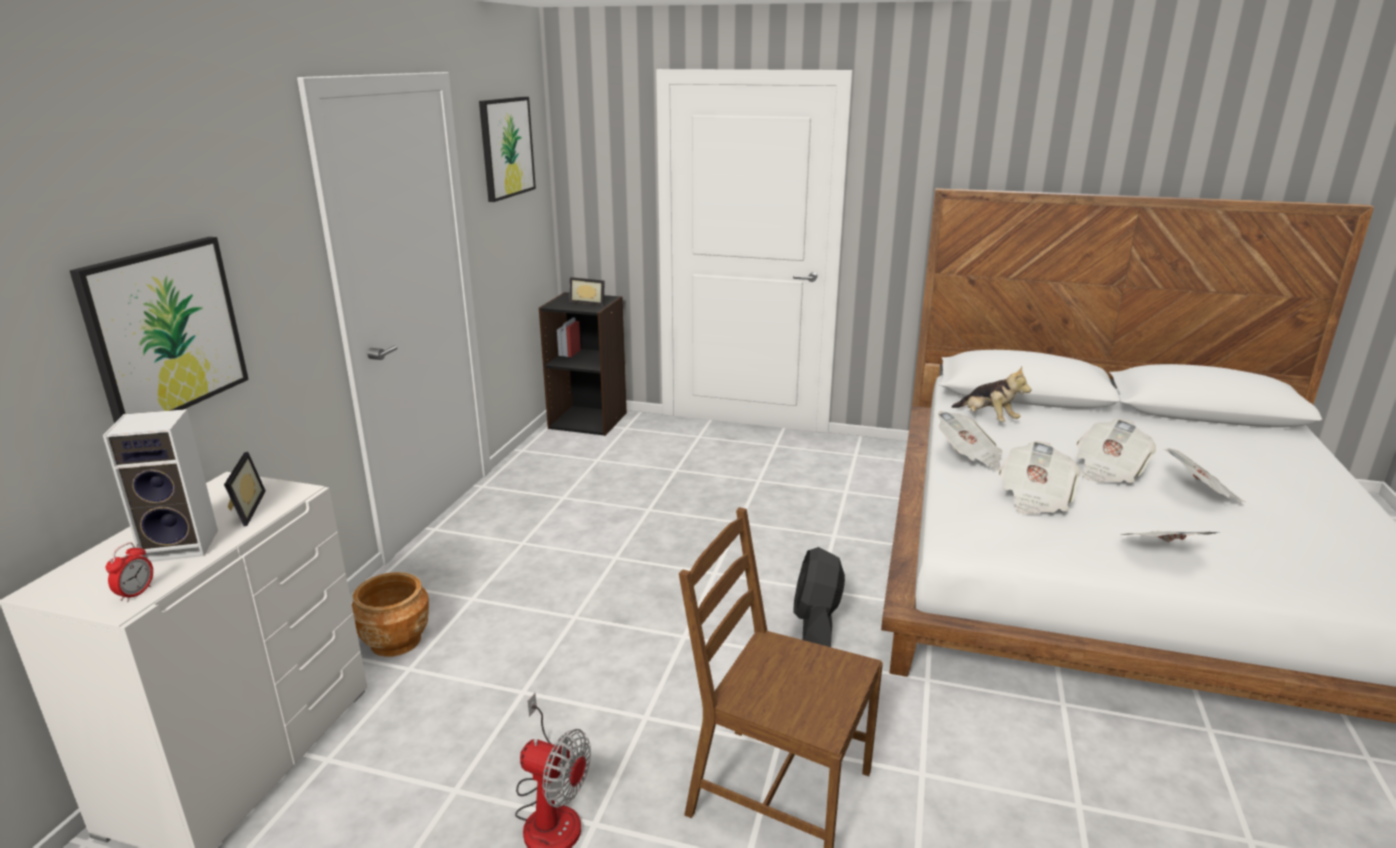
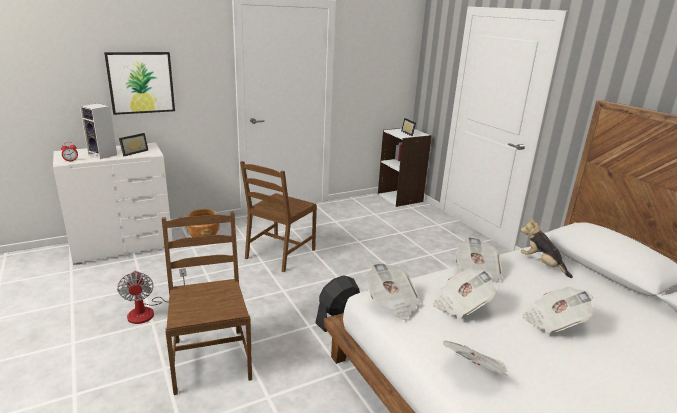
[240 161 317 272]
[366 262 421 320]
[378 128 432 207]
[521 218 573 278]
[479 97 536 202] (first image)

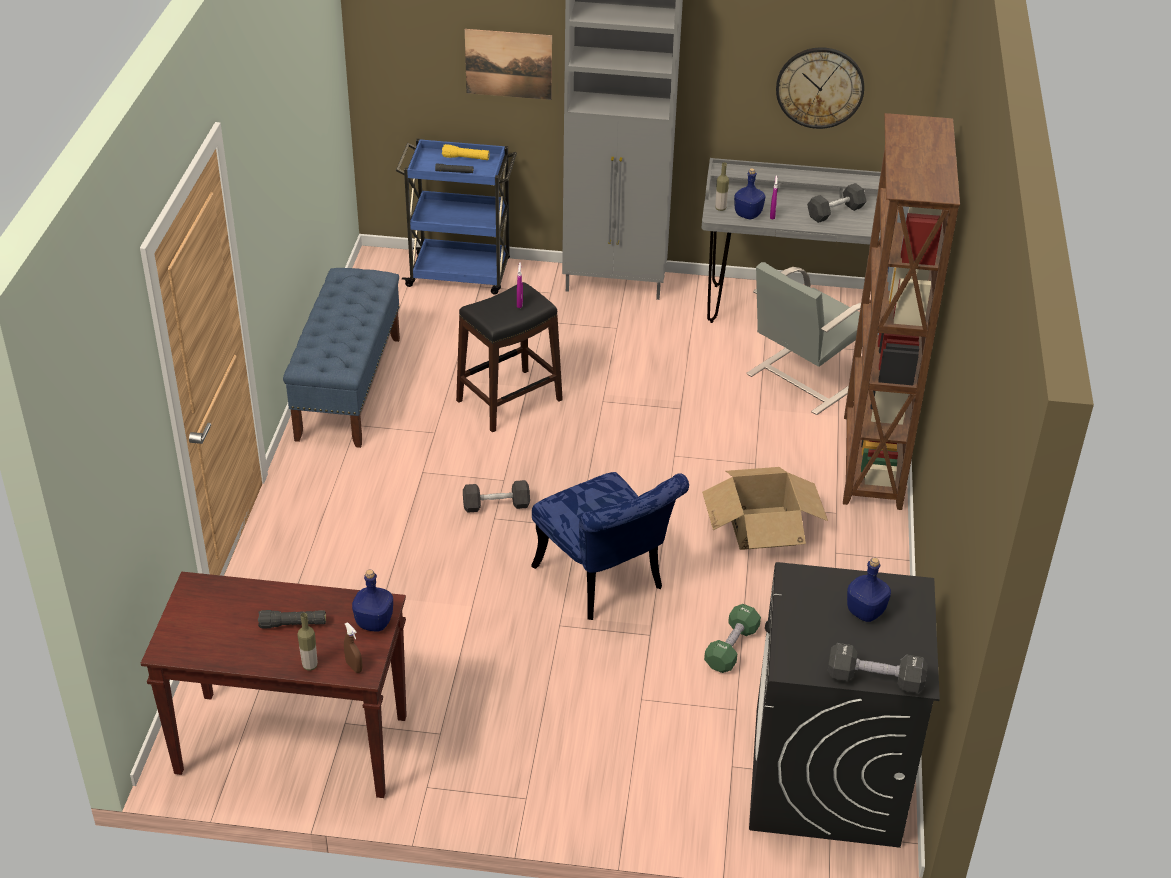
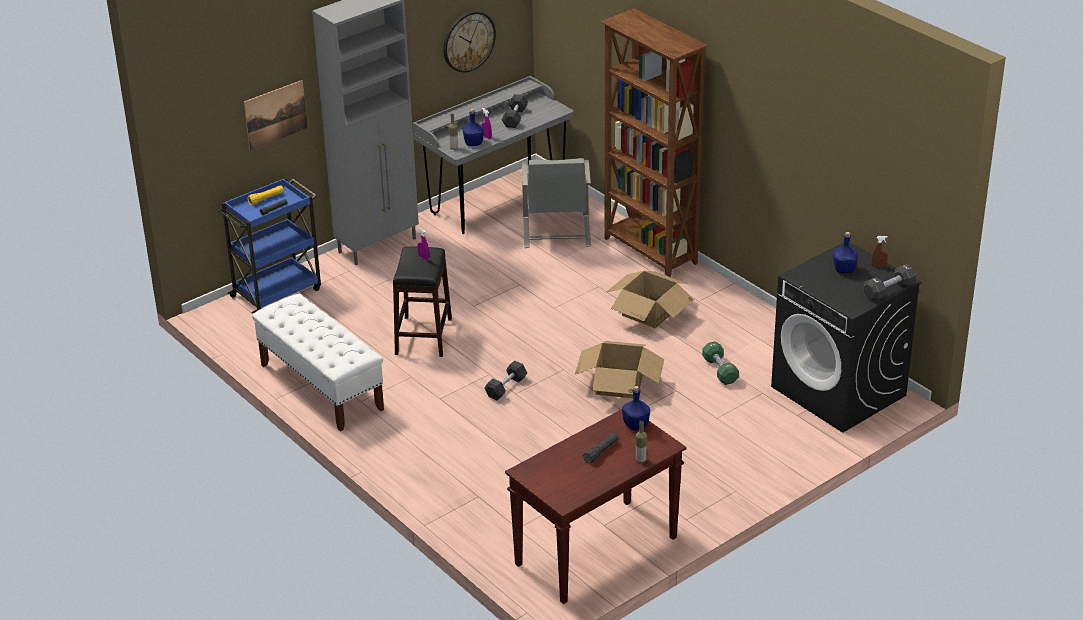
[252 294 384 431]
[575 341 664 398]
[871 236 888 267]

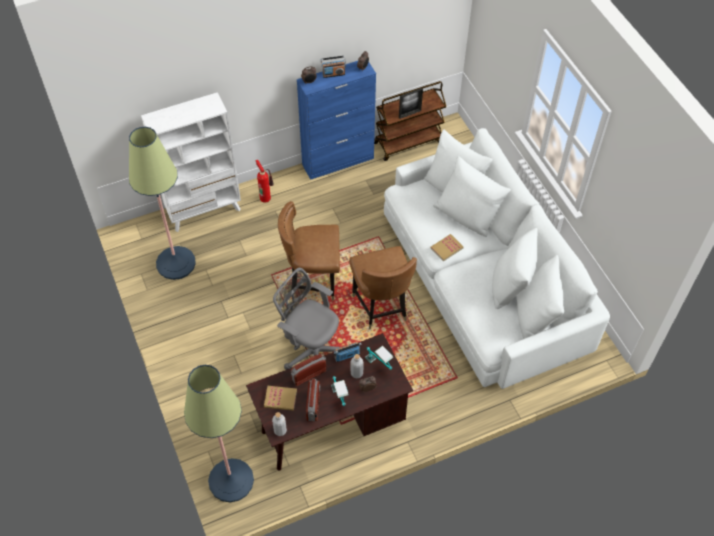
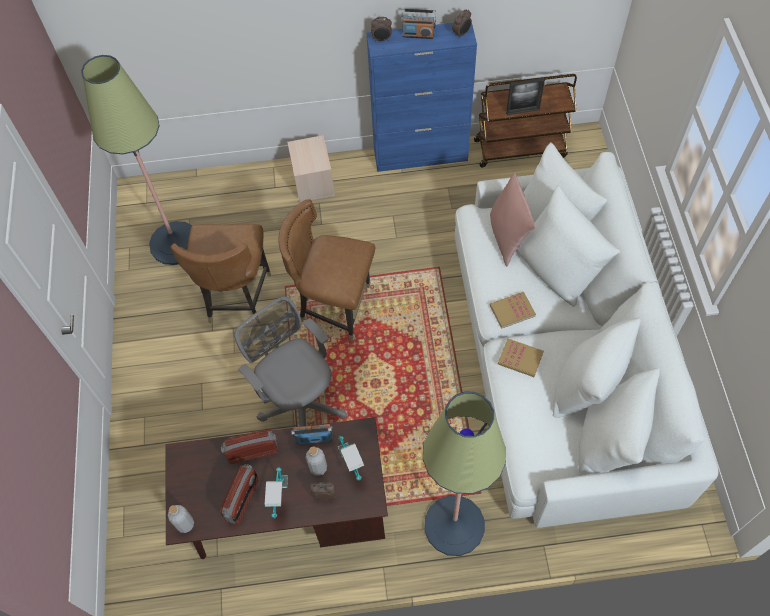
[170 224 271 323]
[287 135 335 203]
[423 391 506 556]
[490 172 536 266]
[498 338 544 377]
[141 92 241 232] (first image)

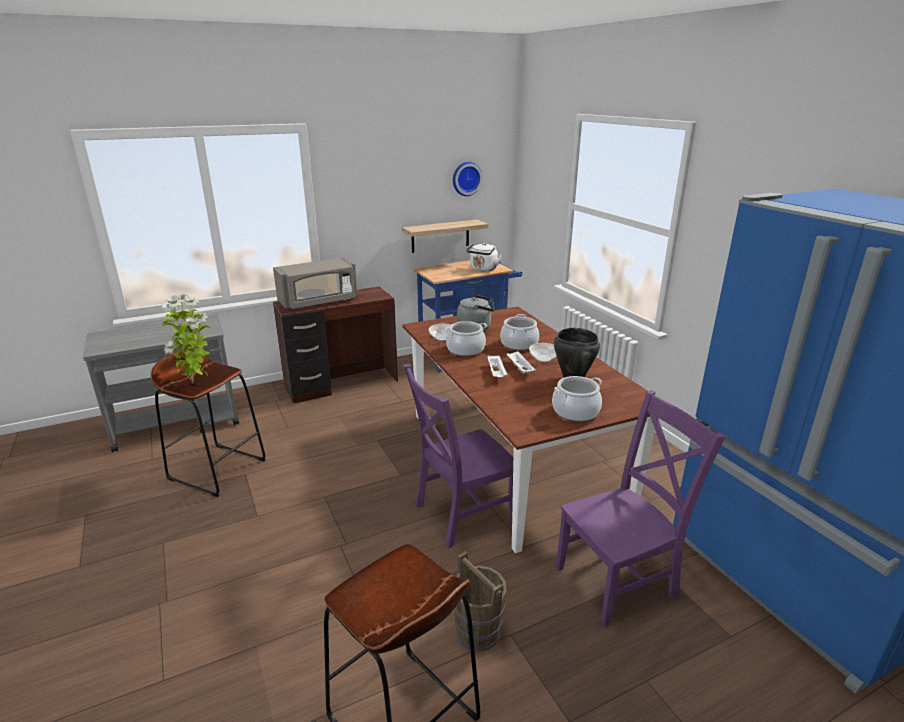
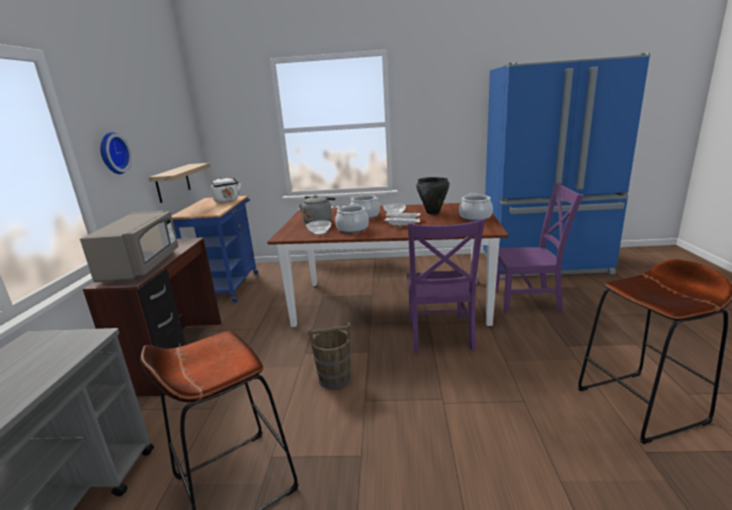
[100 132 132 174]
[307 322 352 389]
[495 183 584 313]
[162 294 211 383] (first image)

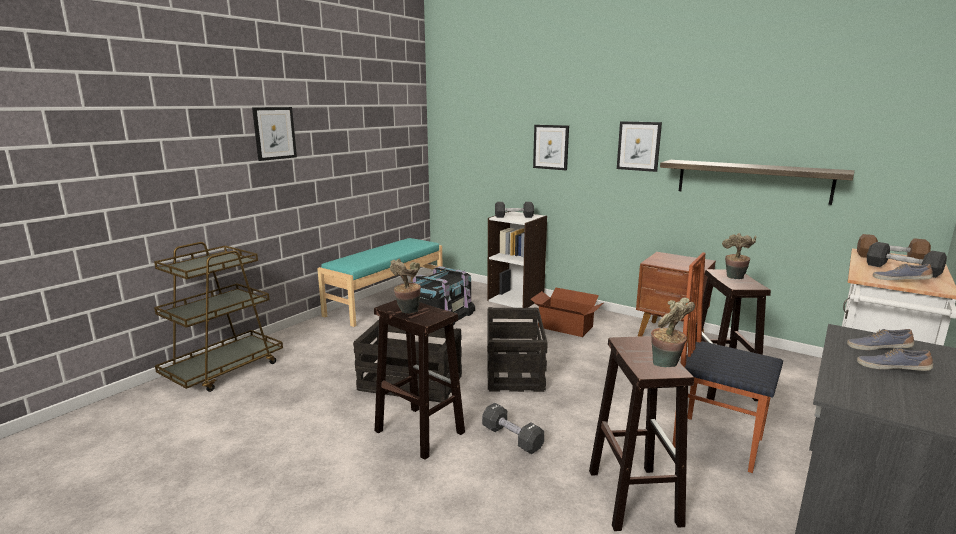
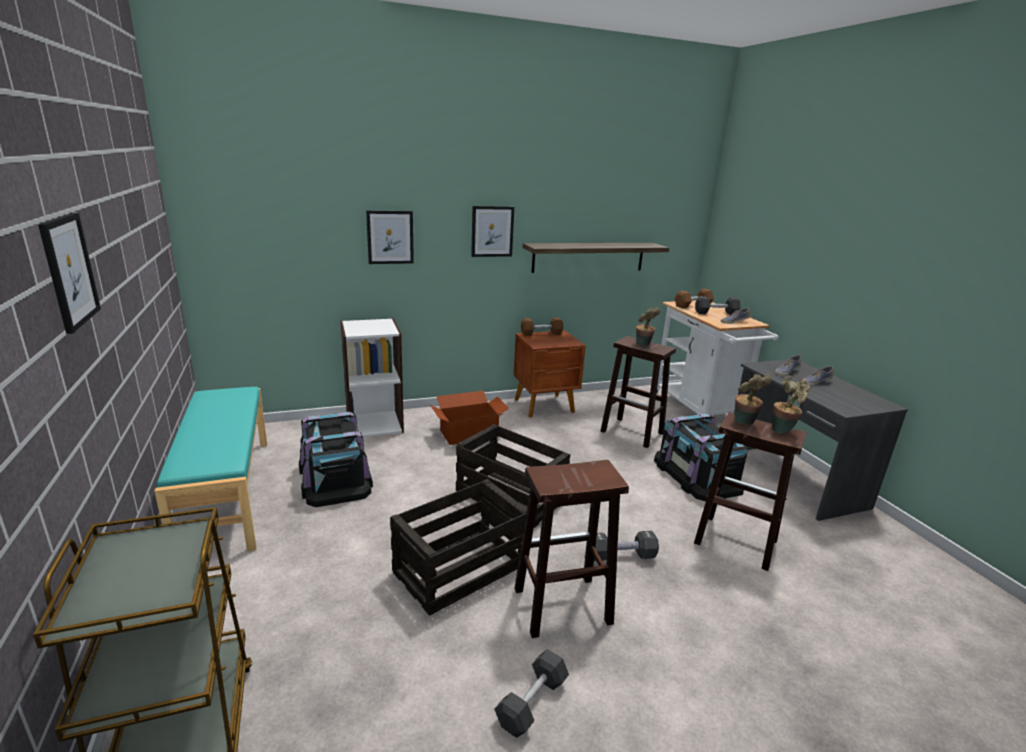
[494 649 569 738]
[521 318 563 336]
[654 413 748 501]
[734 374 772 425]

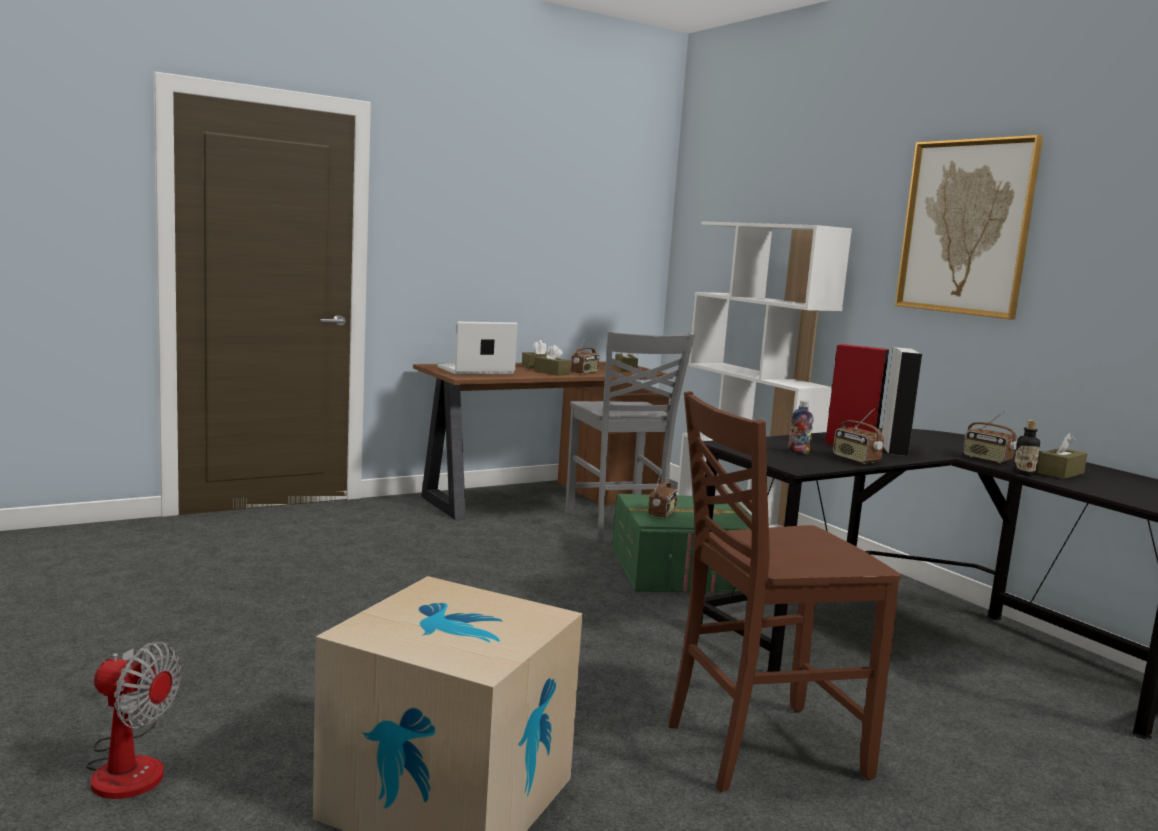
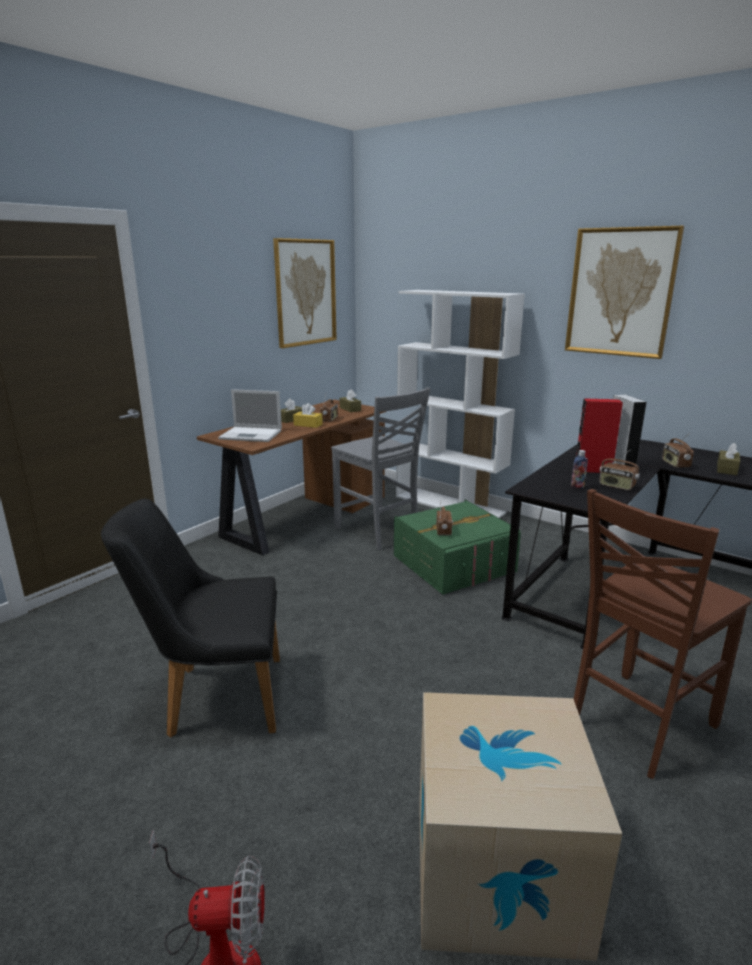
[101 499 280 738]
[218 389 282 442]
[273 238 337 348]
[293 403 323 428]
[662 432 694 468]
[1013 420 1040 476] (first image)

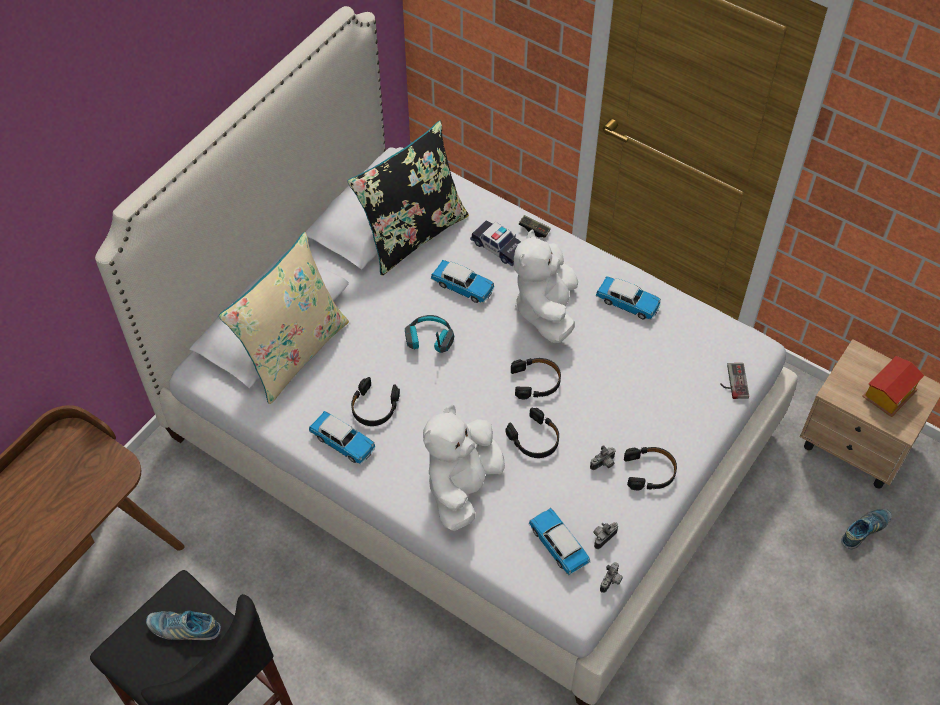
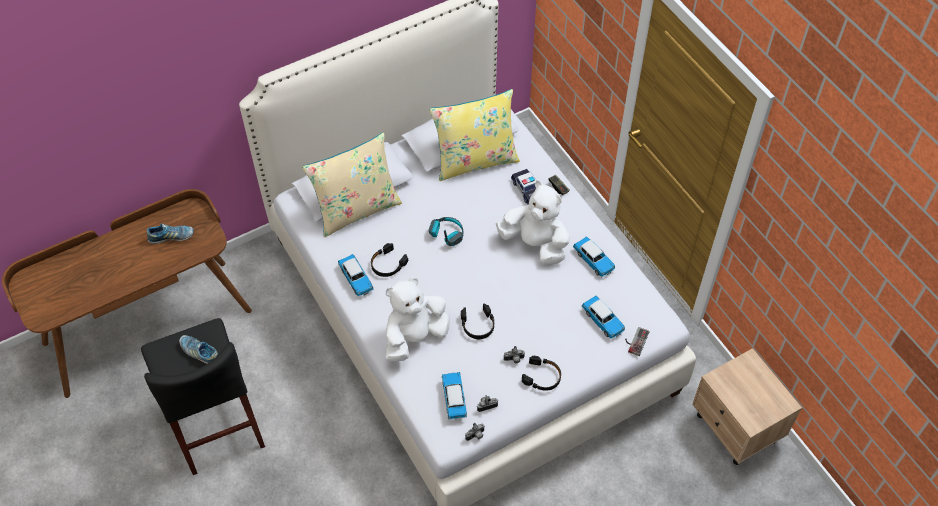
[147 223 194 244]
[429 89 520 181]
[496 181 570 265]
[582 295 625 339]
[511 358 561 399] (first image)
[862 356 925 417] (first image)

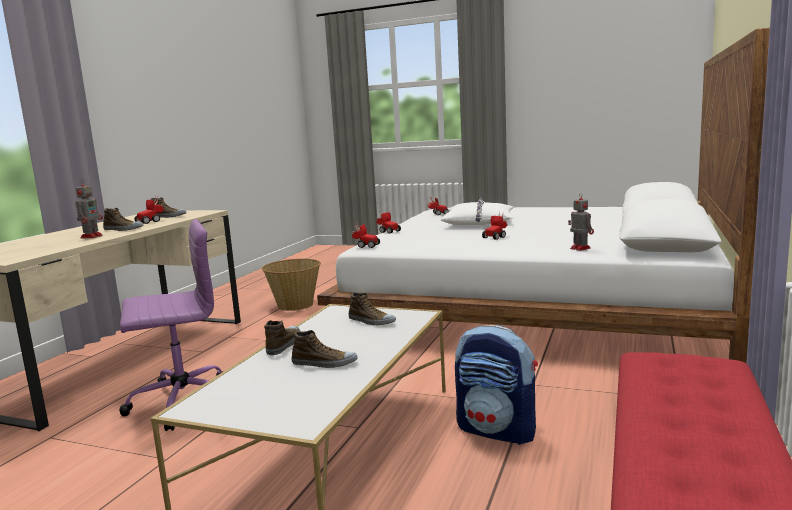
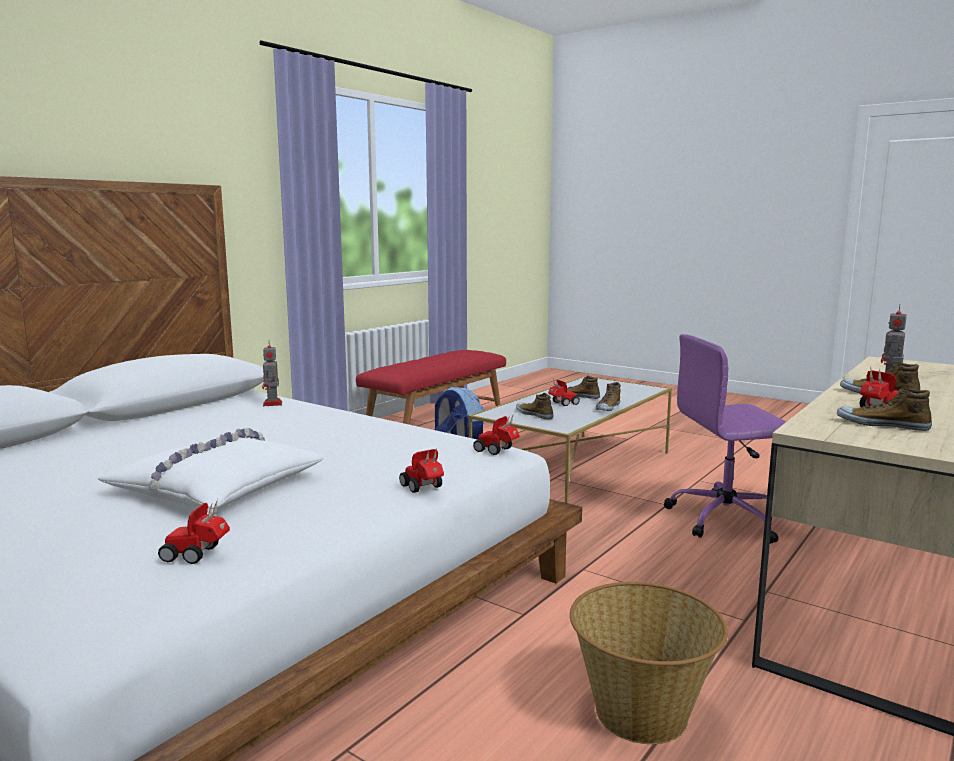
[548 379 580 406]

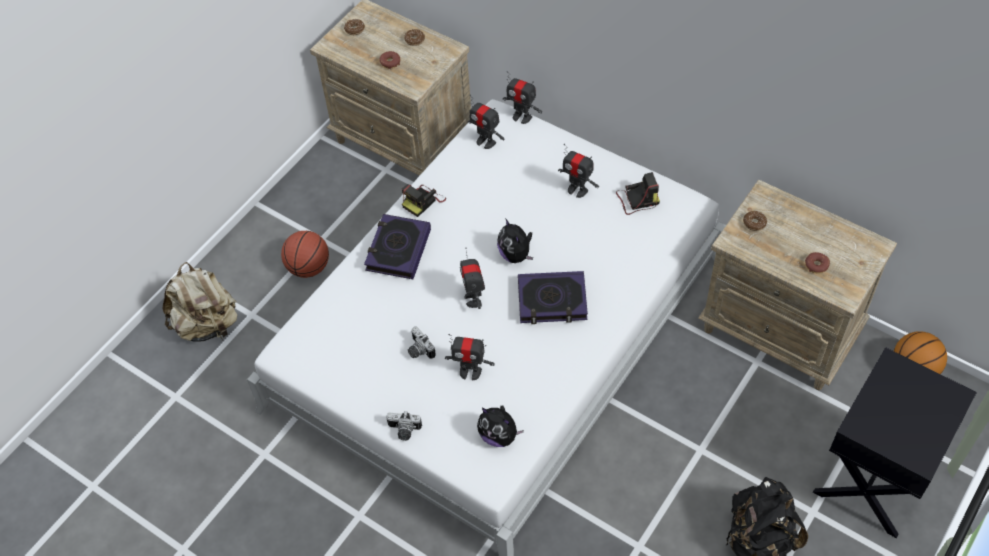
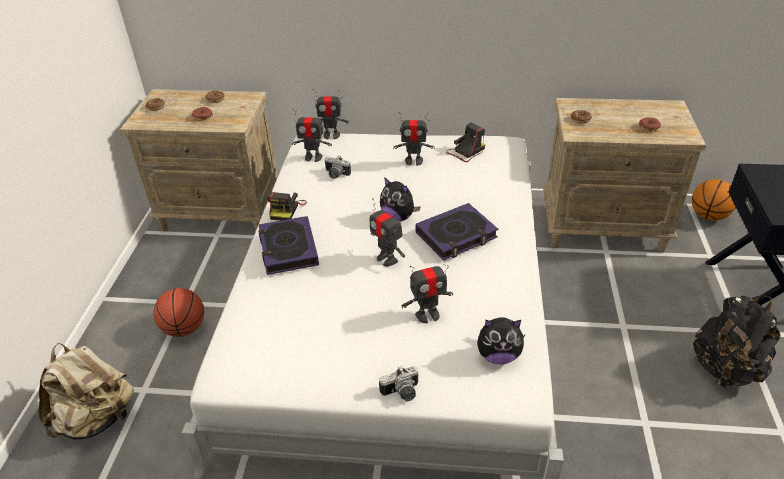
[324 156 351 179]

